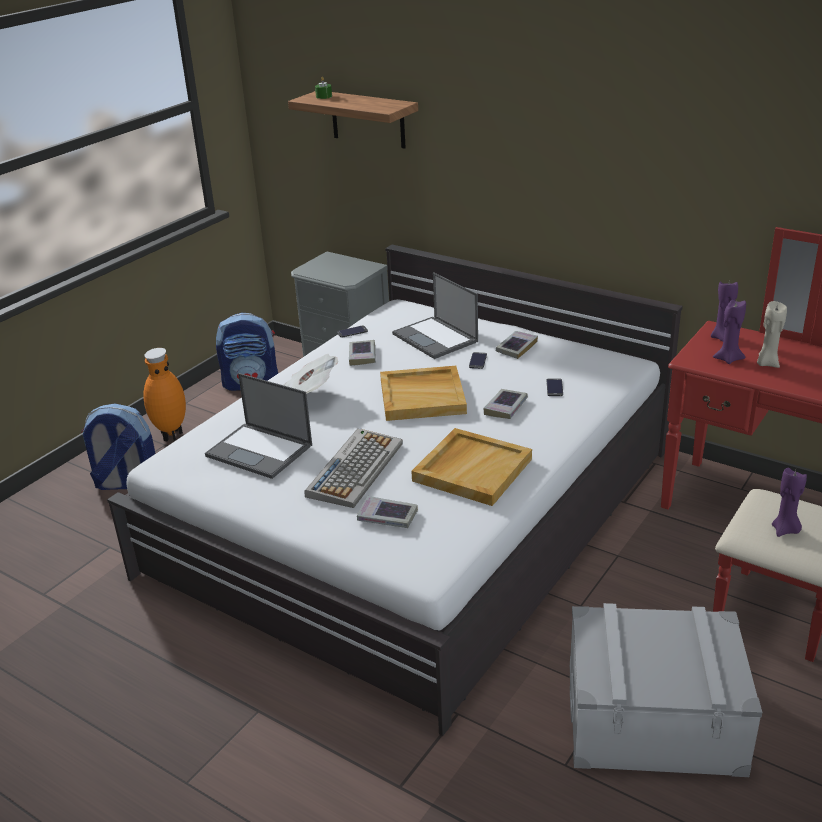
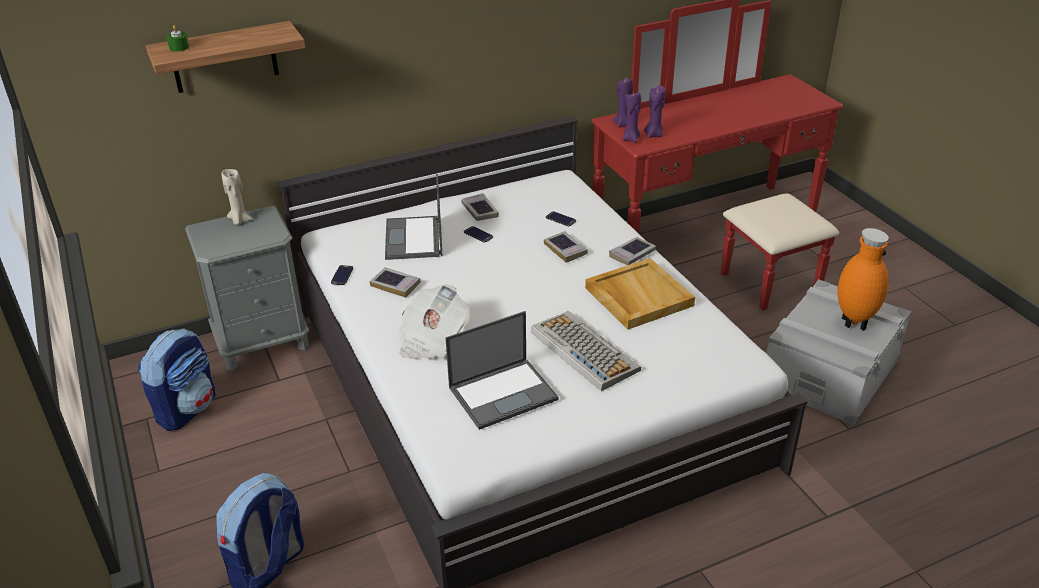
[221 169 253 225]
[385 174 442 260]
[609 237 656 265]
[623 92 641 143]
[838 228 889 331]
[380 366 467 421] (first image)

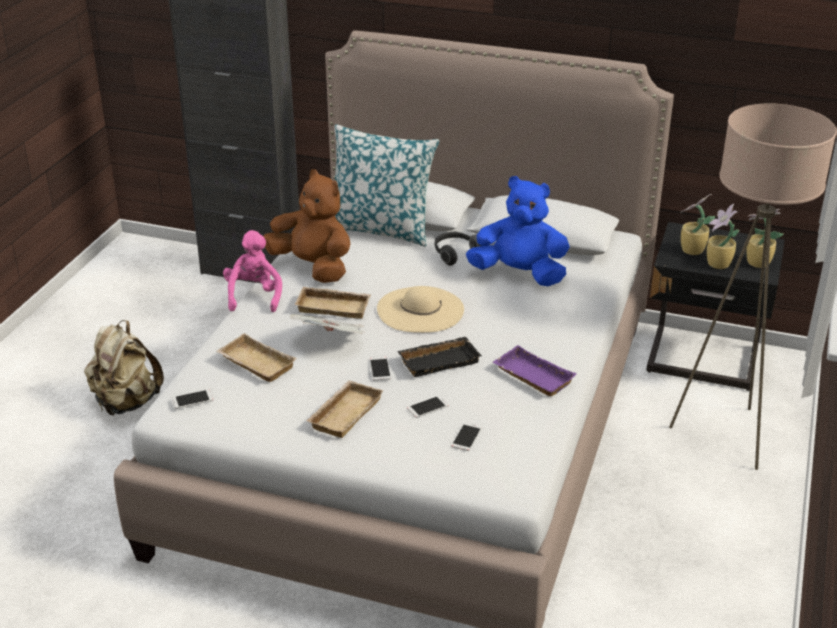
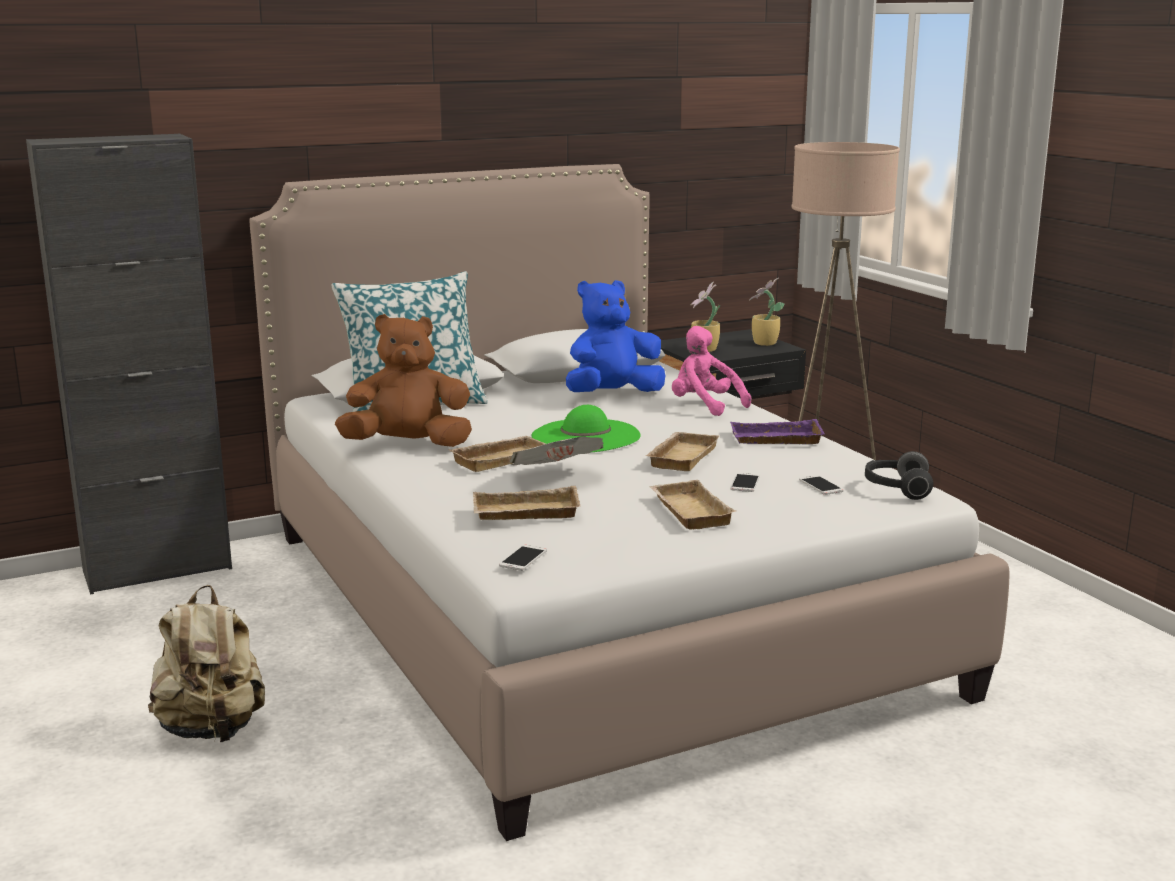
[531 405 641 452]
[645 432 719 471]
[672 326 751 416]
[865 451 933 500]
[370 357 391 381] (first image)
[707 204 739 269] (first image)

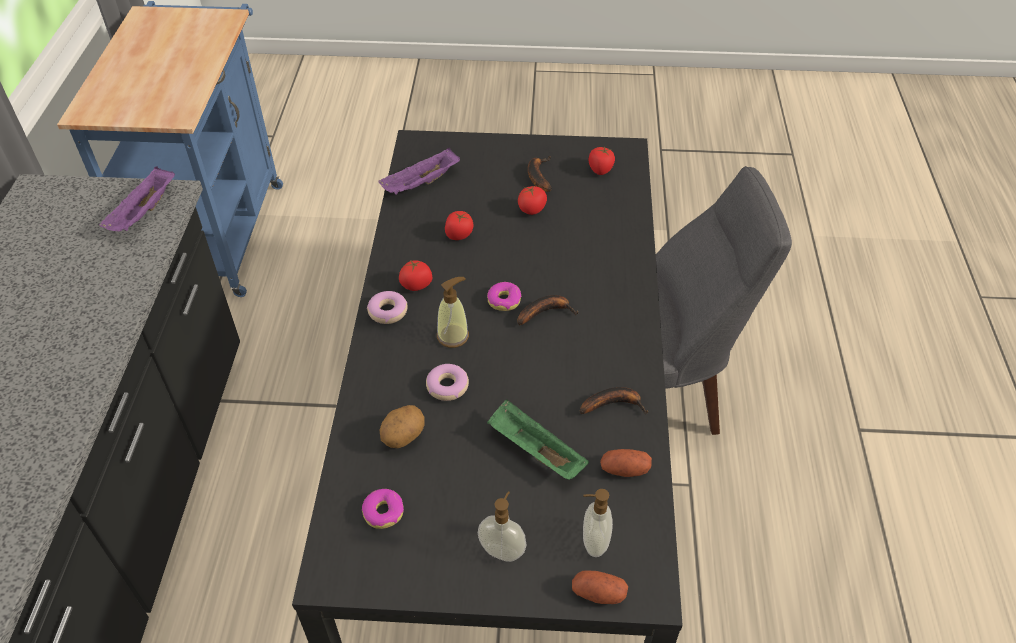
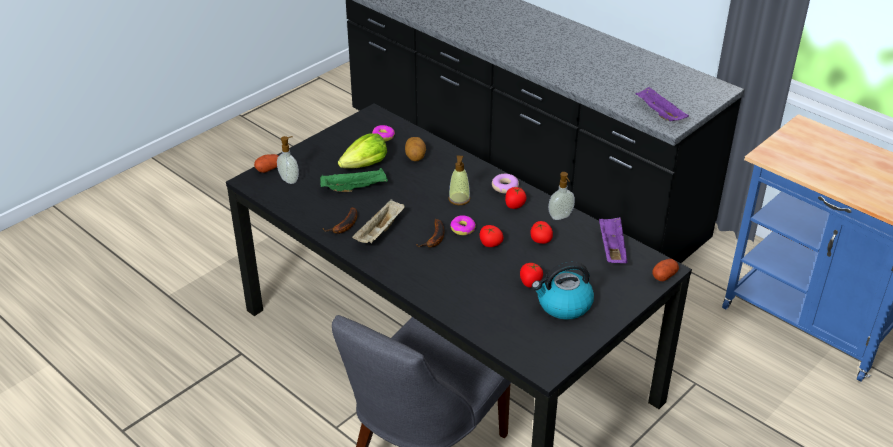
[338 133 387 168]
[352 199 405 243]
[480 225 503 247]
[532 262 594 320]
[548 172 575 220]
[652 259 679 281]
[426 364 469 401] (first image)

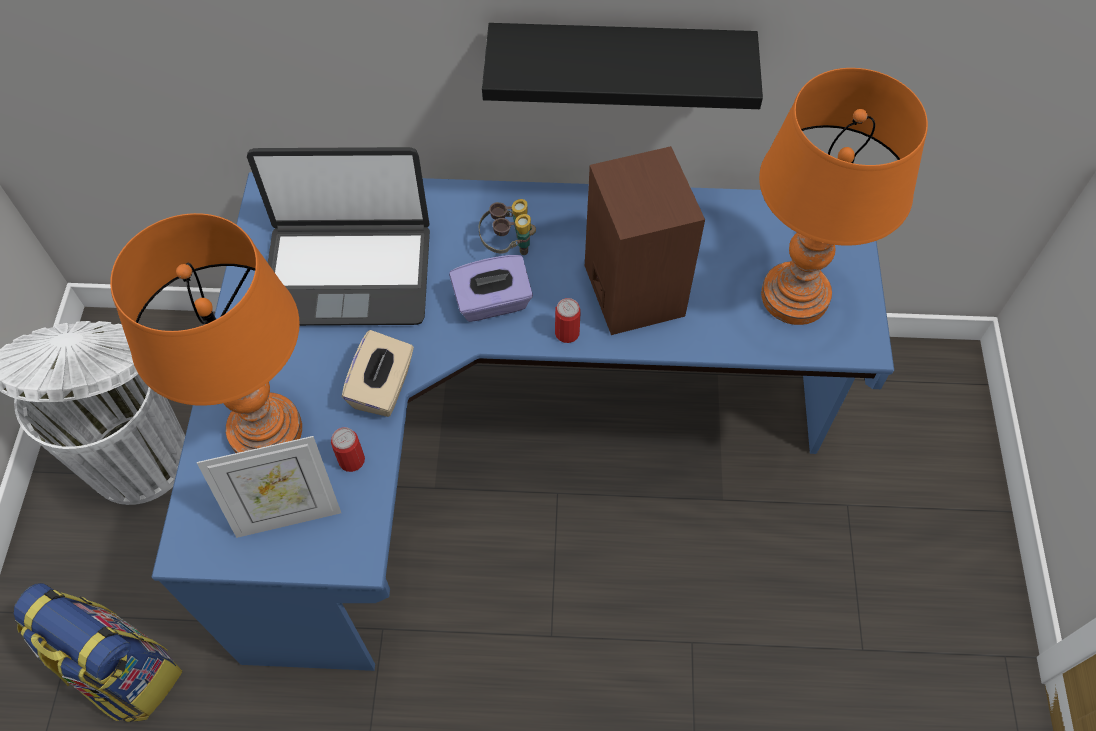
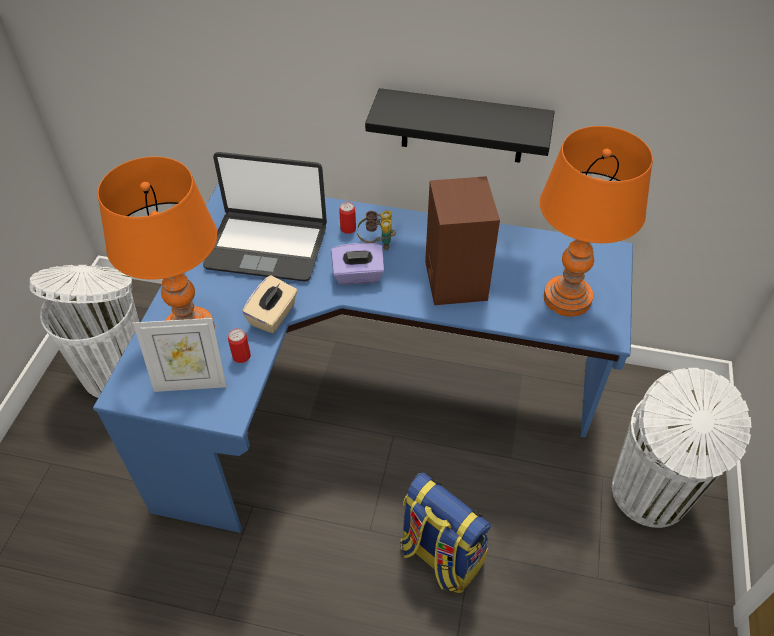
[339 202 356 234]
[400 472 491 593]
[612 368 752 528]

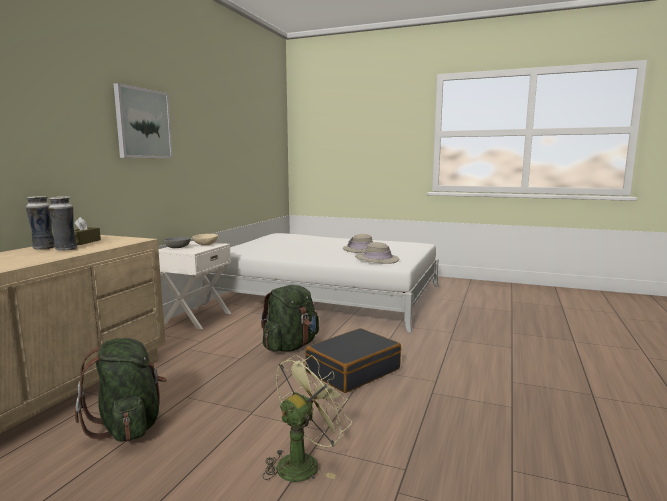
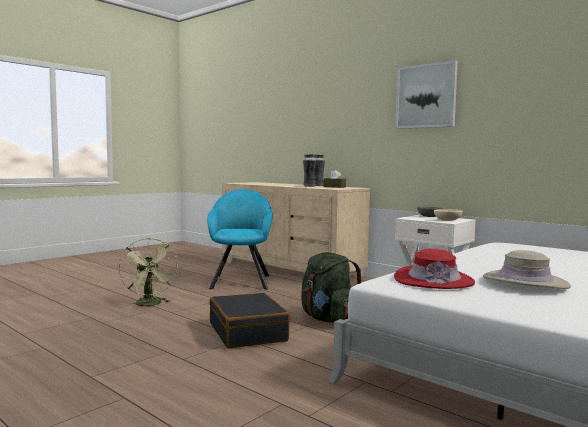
[207 189 273 290]
[394 249 475 289]

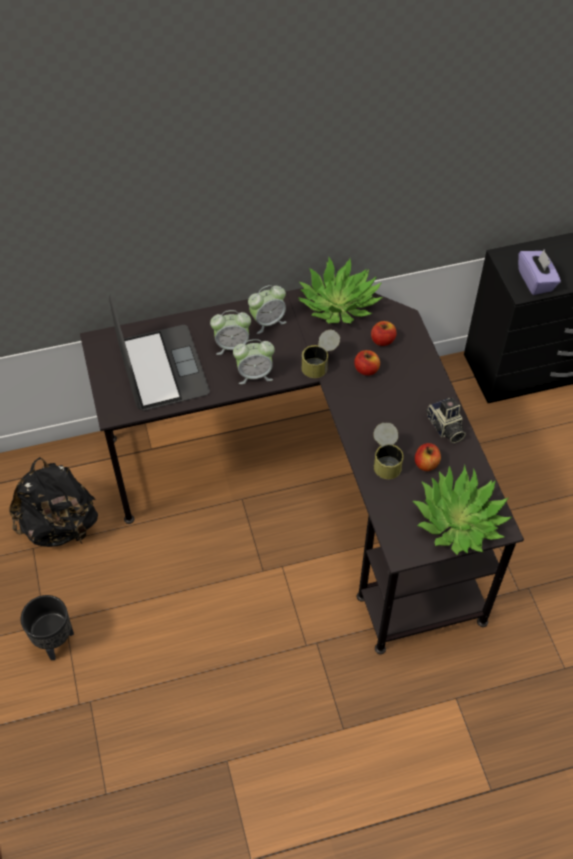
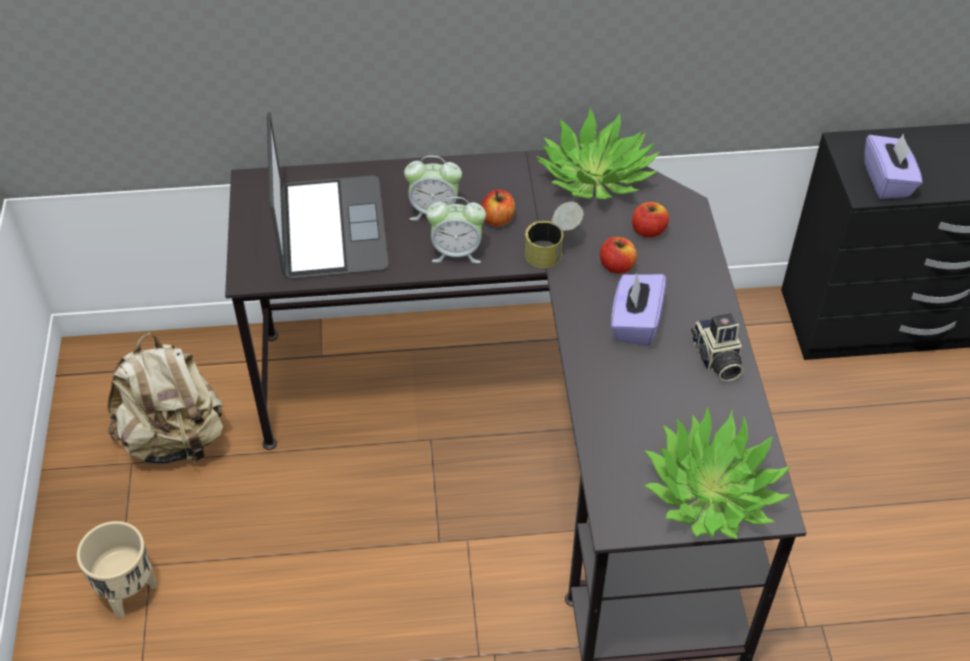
[77 521 157 618]
[107 332 224 464]
[481 190 515 227]
[611 273 666 346]
[248 285 286 334] (first image)
[373 423 404 479] (first image)

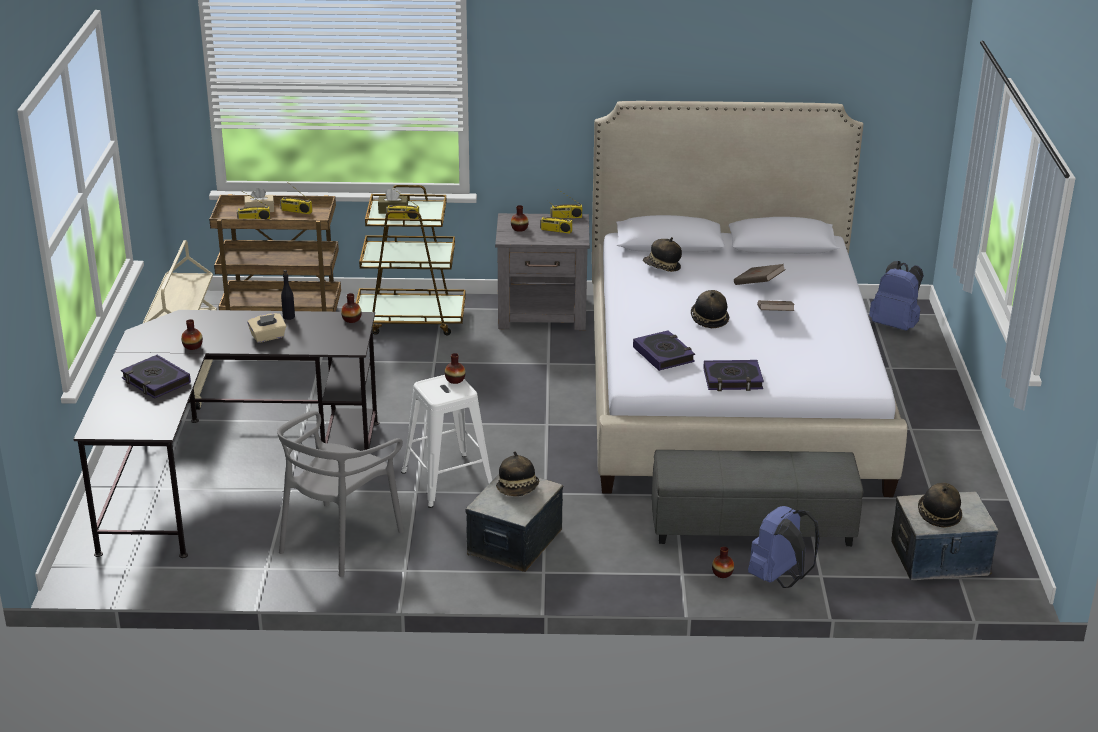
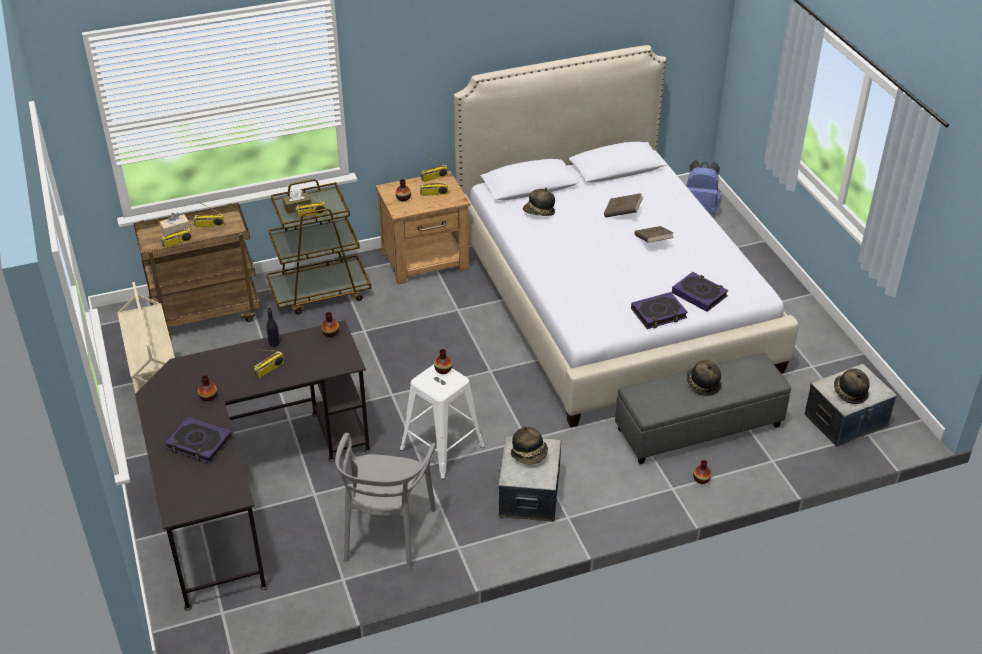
[254 349 284 378]
[376 171 470 284]
[672 272 728 312]
[686 360 721 396]
[748 506 820 588] (first image)

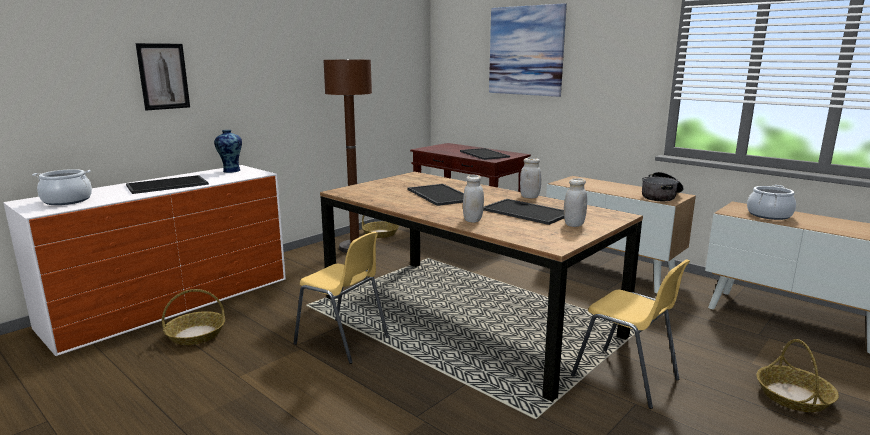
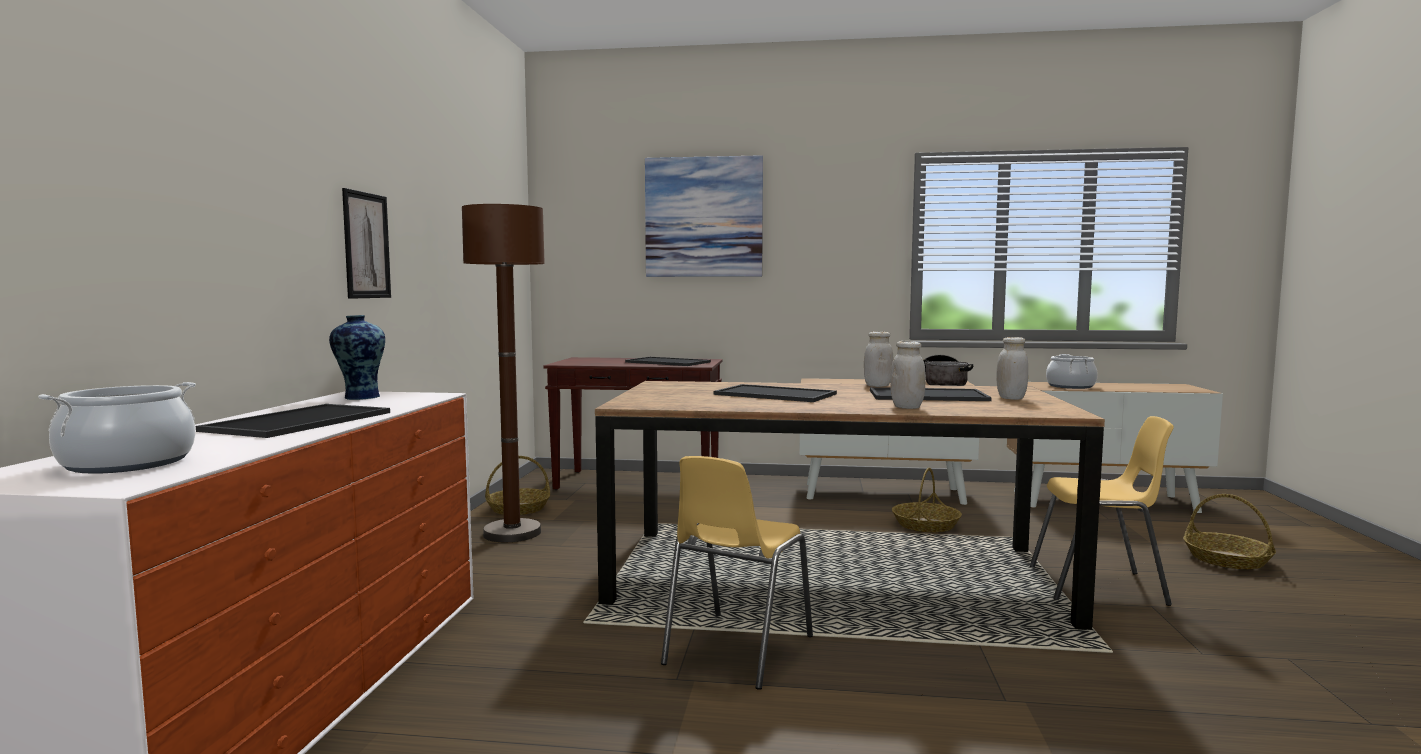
[342 188 391 299]
[661 456 813 690]
[892 468 962 532]

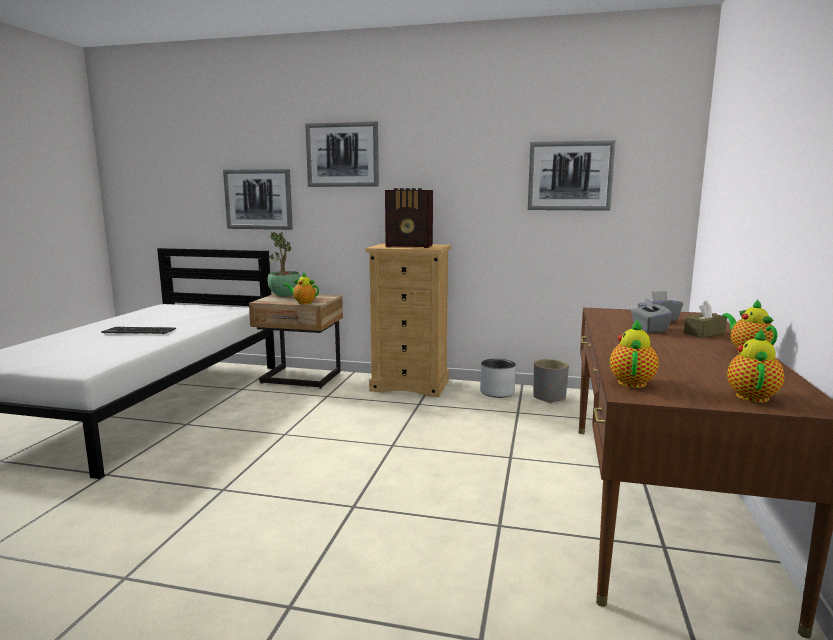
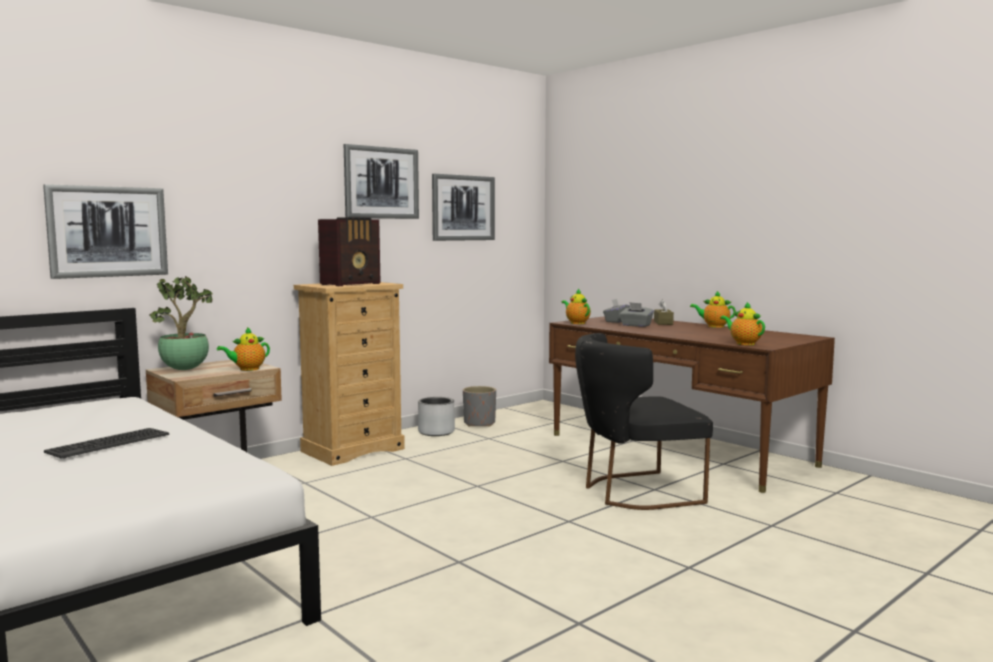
[344 144 419 219]
[562 289 591 324]
[575 333 713 510]

